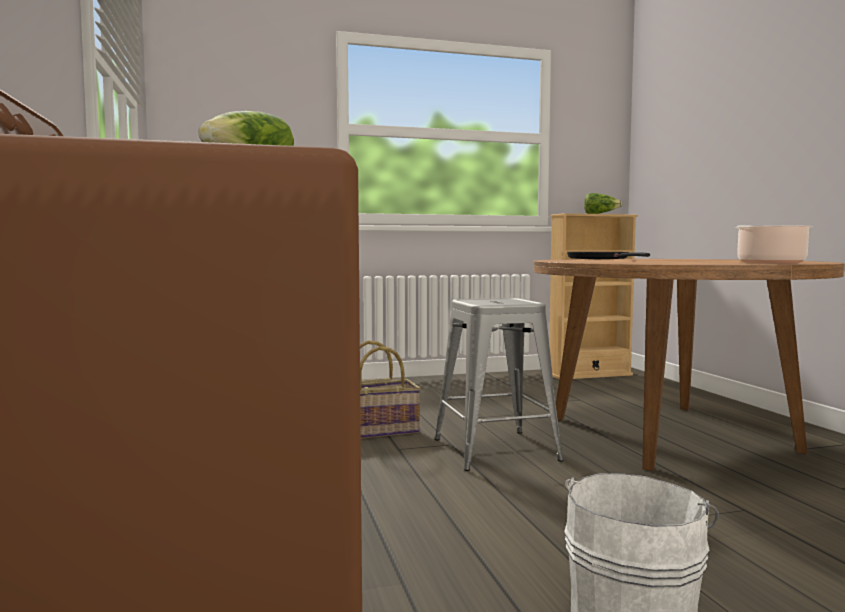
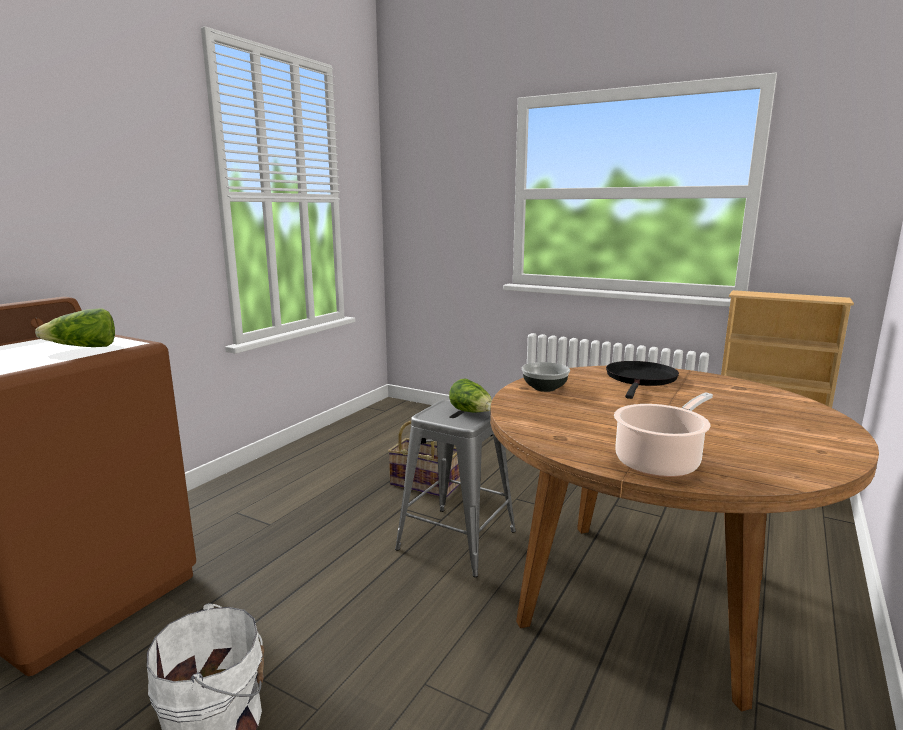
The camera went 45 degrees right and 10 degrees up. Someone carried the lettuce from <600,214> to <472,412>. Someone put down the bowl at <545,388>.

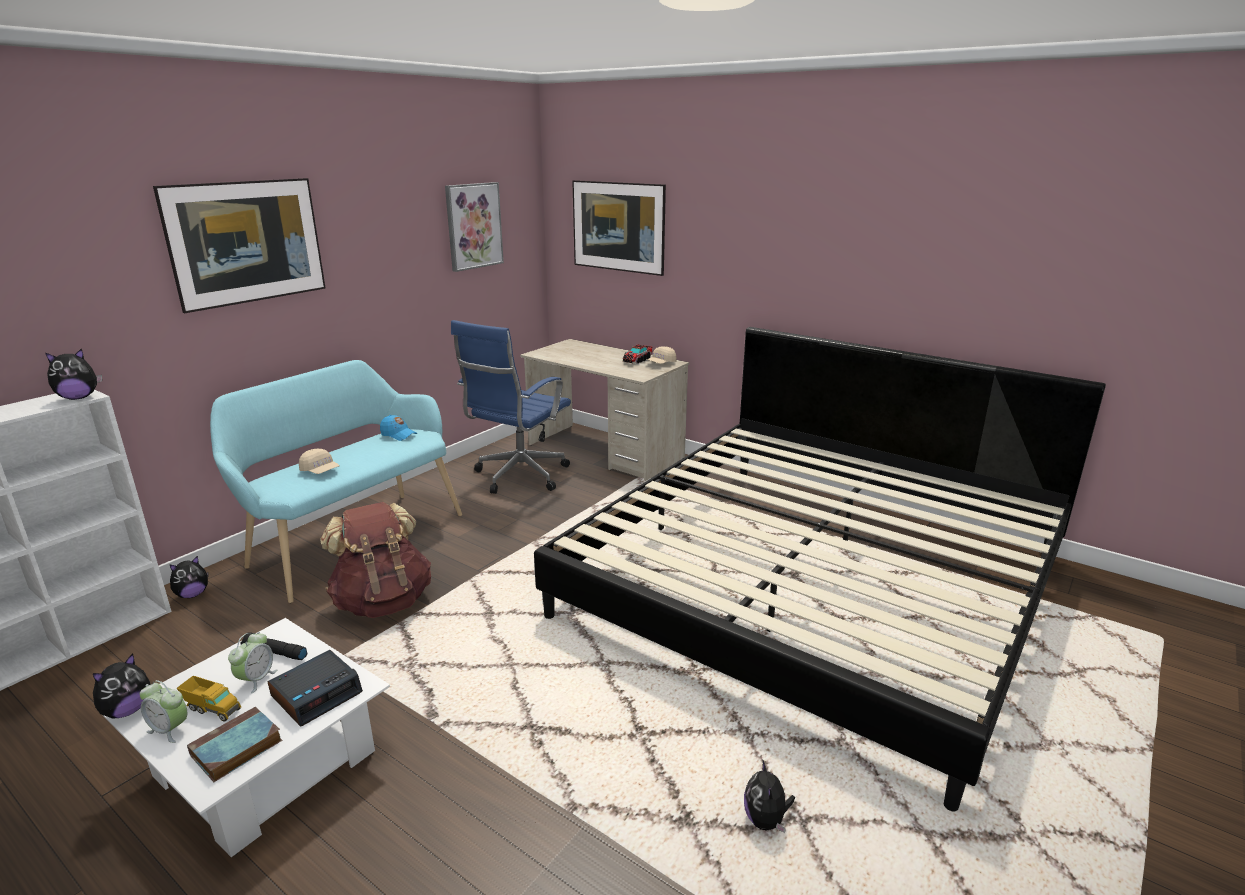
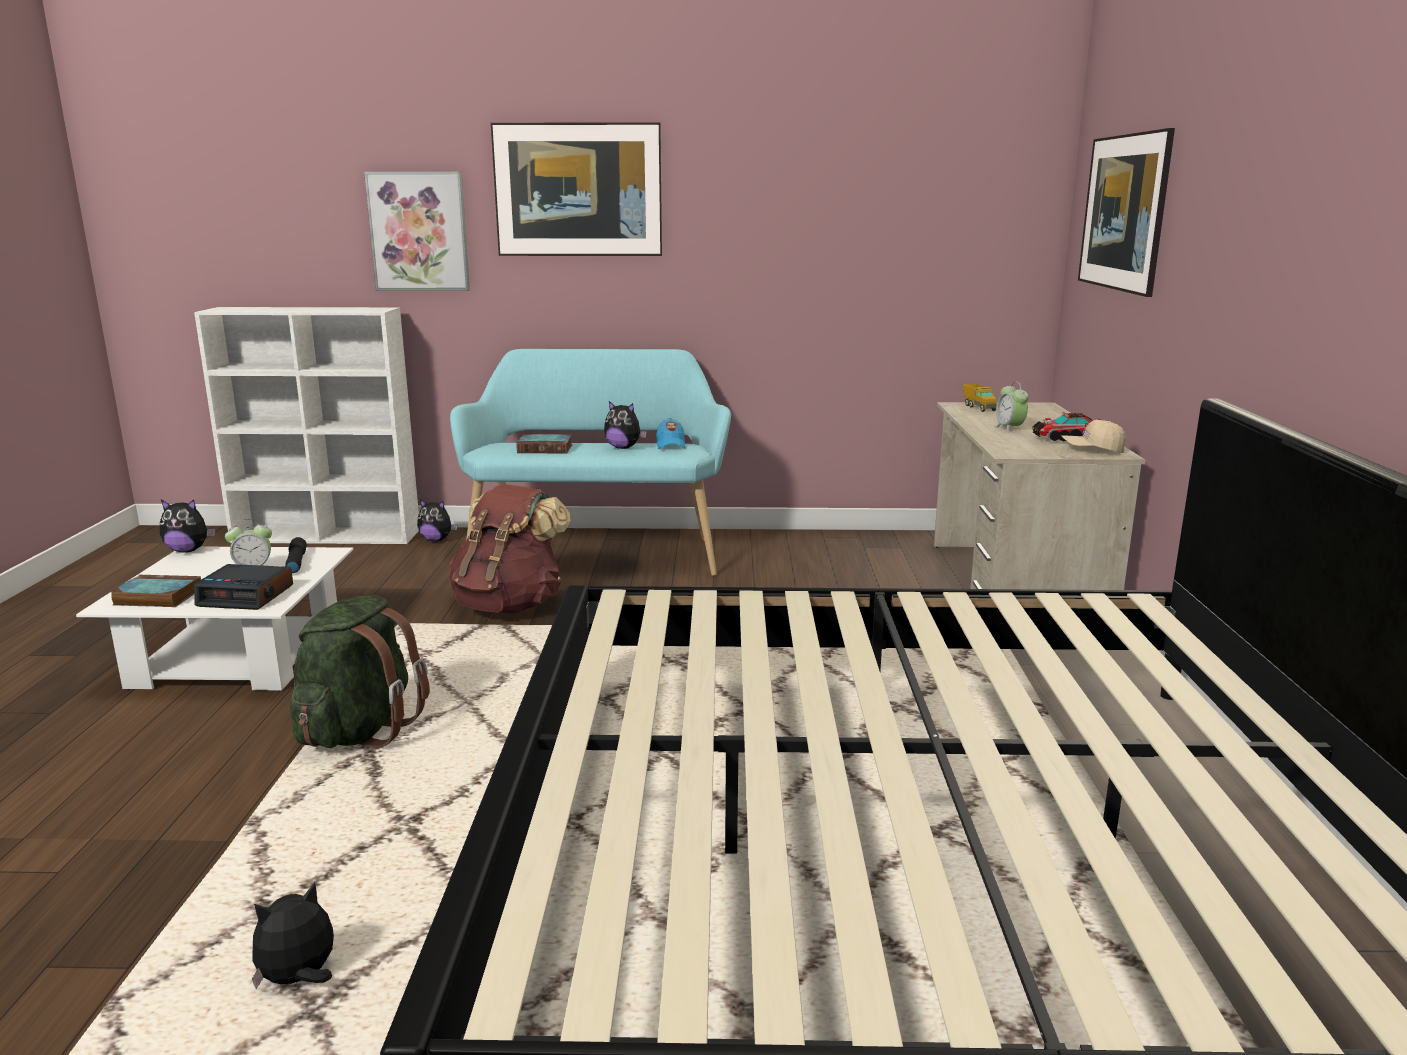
The camera went 55 degrees right and 5 degrees down. Someone carried the picture from <473,226> to <419,232>. Someone took away the blue office chair at <518,477>. Someone carried the plush toy from <79,398> to <624,448>. Someone swapped the beige cap at <320,471> for the book at <546,448>. Someone carried the toy truck from <212,709> to <978,407>. Someone carried the alarm clock from <170,729> to <1009,429>. Someone put down the green backpack at <360,730>.

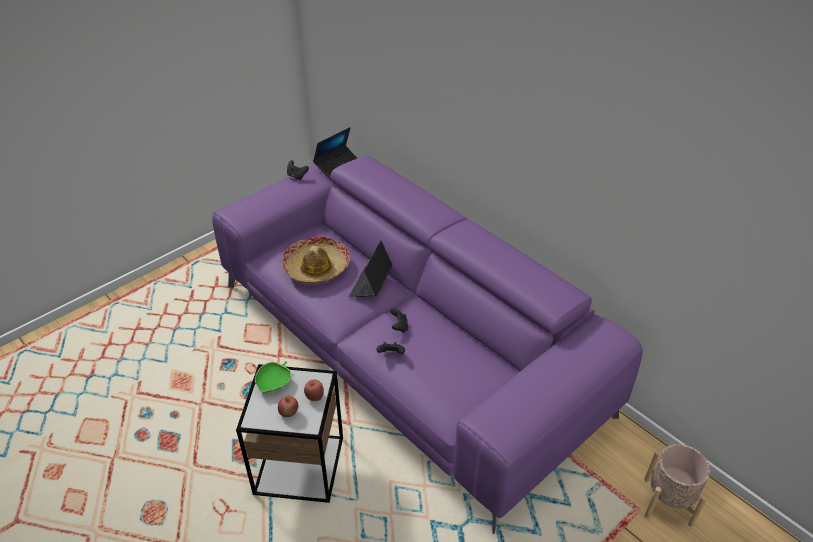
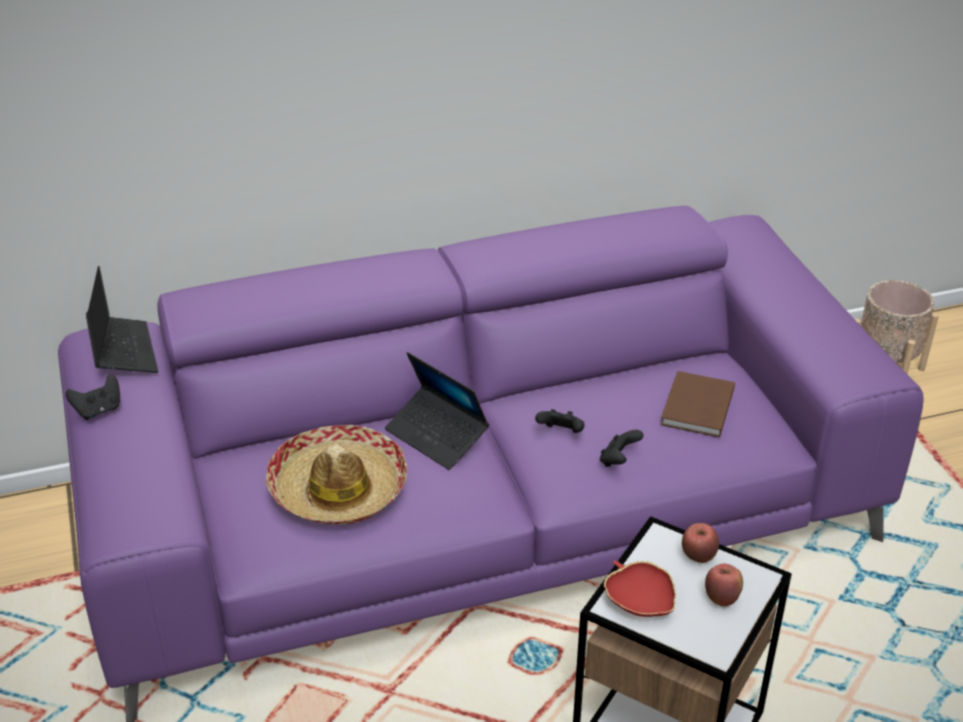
The camera went 65 degrees left and 5 degrees down. Someone repainted the green bowl at <274,382>, which became the red bowl at <639,601>. Someone put down the brown book at <695,408>.

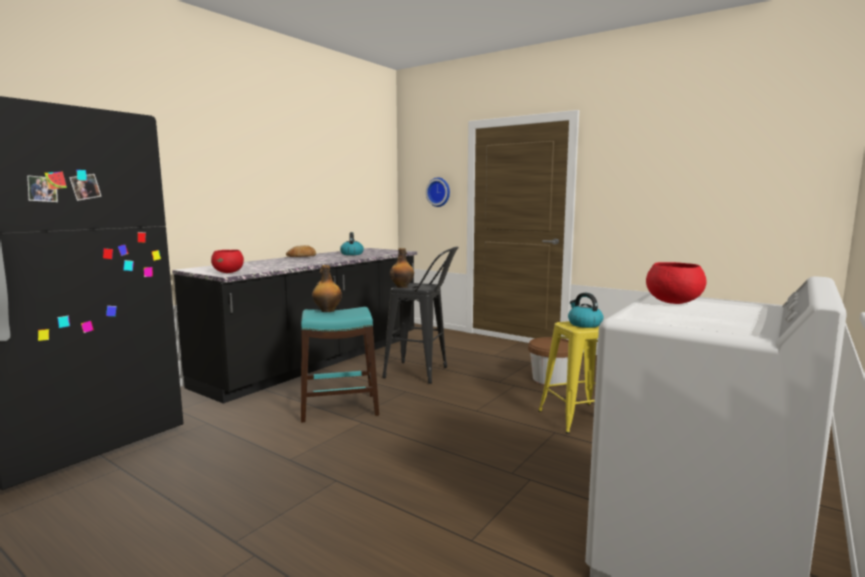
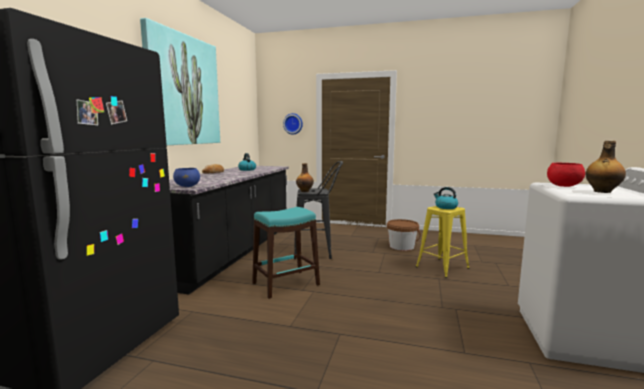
The camera went 20 degrees left and 0 degrees up. Someone repainted the red bowl at <228,272>, which became the blue bowl at <187,186>. Someone carried the bottle from <327,311> to <602,191>. Someone put up the picture at <183,90>.

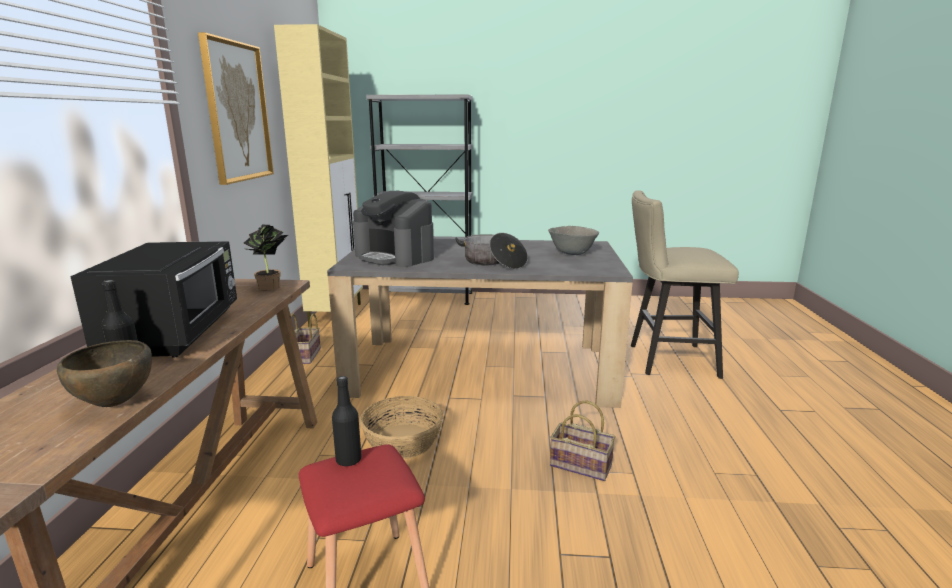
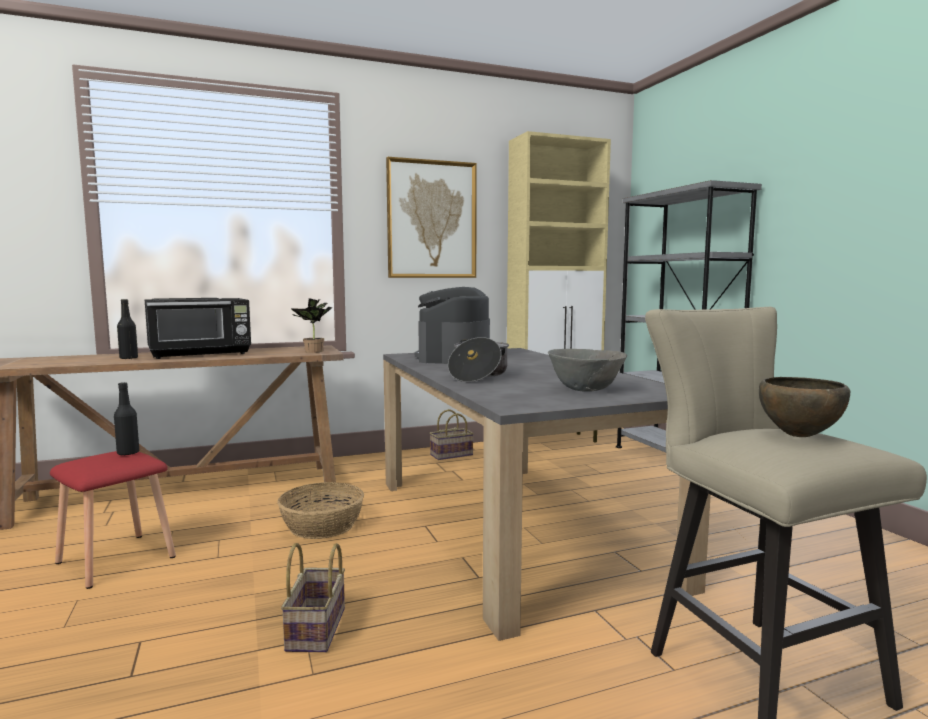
The camera went 65 degrees right and 10 degrees down. Someone carried the brown bowl from <115,403> to <799,436>.

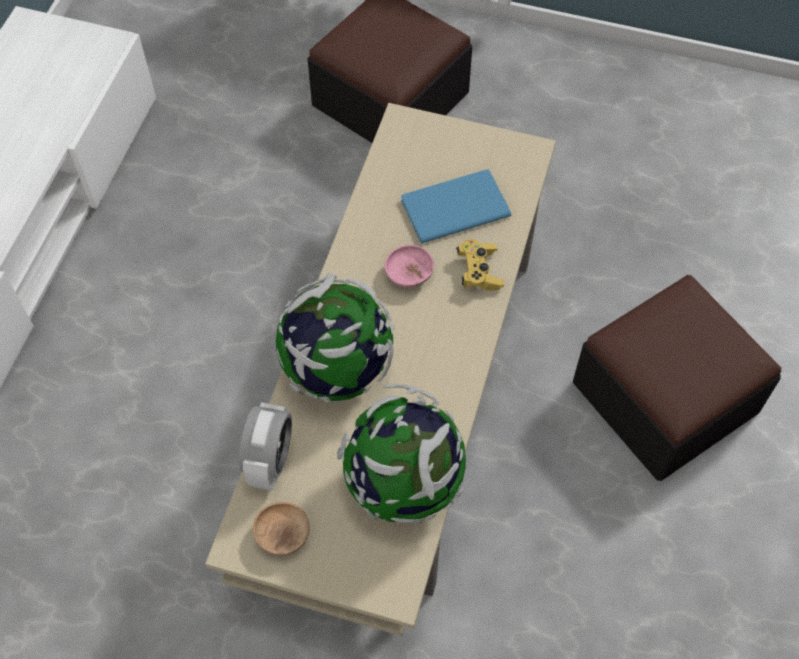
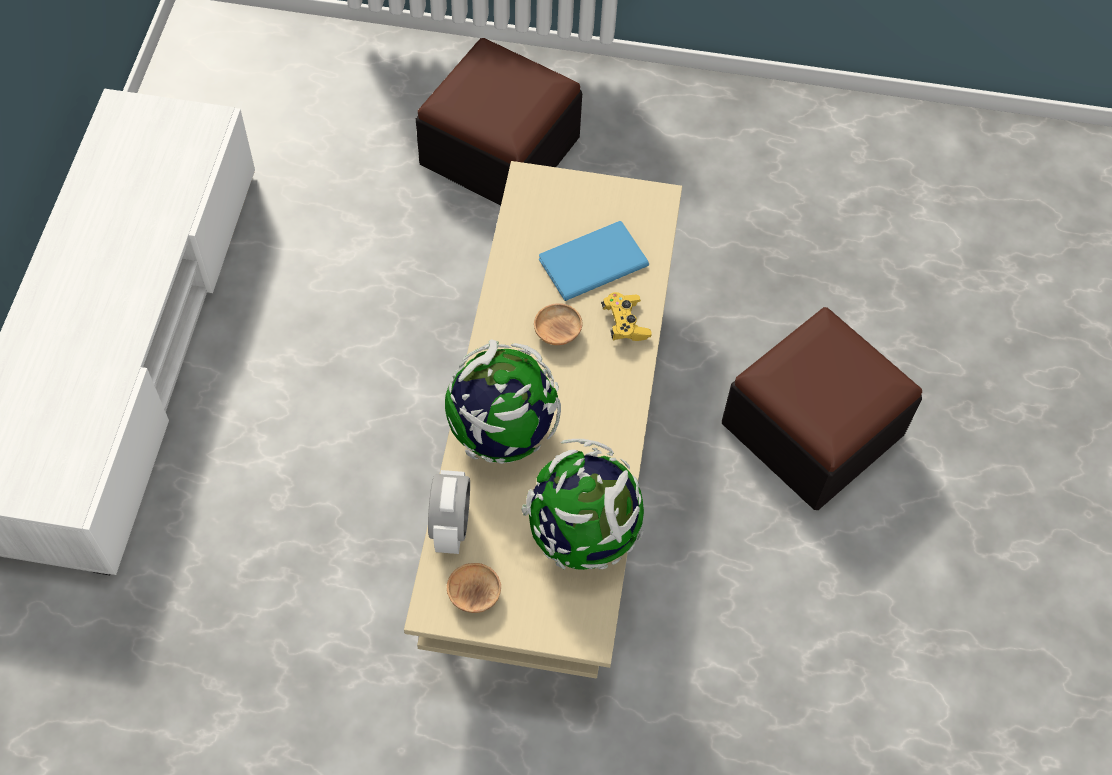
The camera went 10 degrees left and 0 degrees up. Someone repainted the pink bowl at <409,274>, which became the brown bowl at <557,332>.

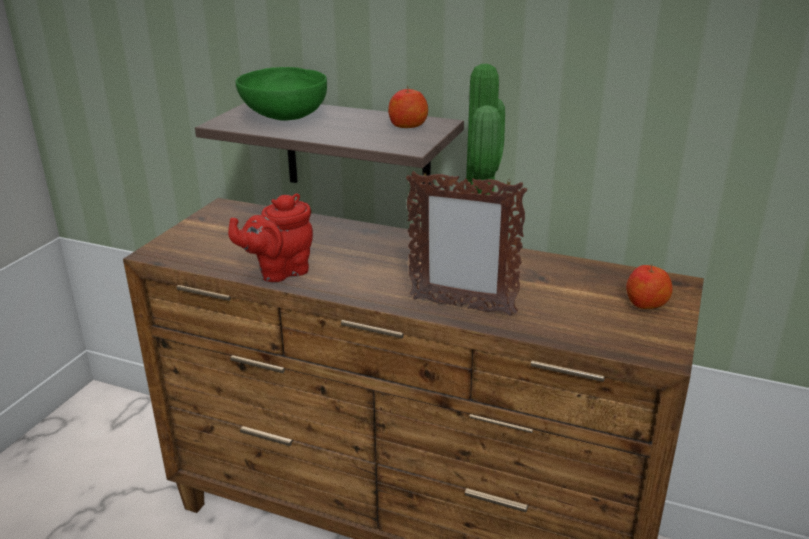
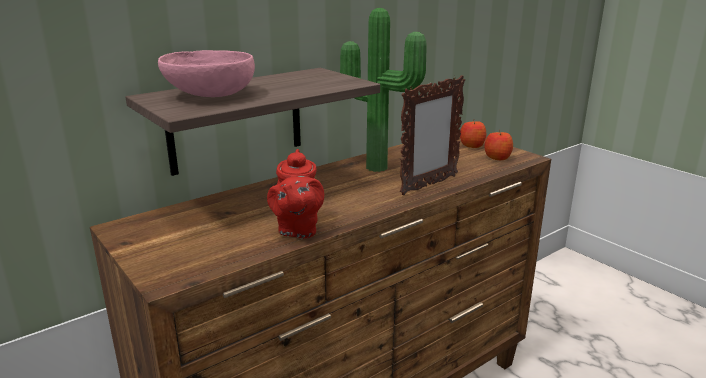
The camera went 60 degrees left and 5 degrees down. Someone repainted the green bowl at <284,116>, which became the pink bowl at <209,95>. Someone carried the apple from <407,125> to <497,158>.

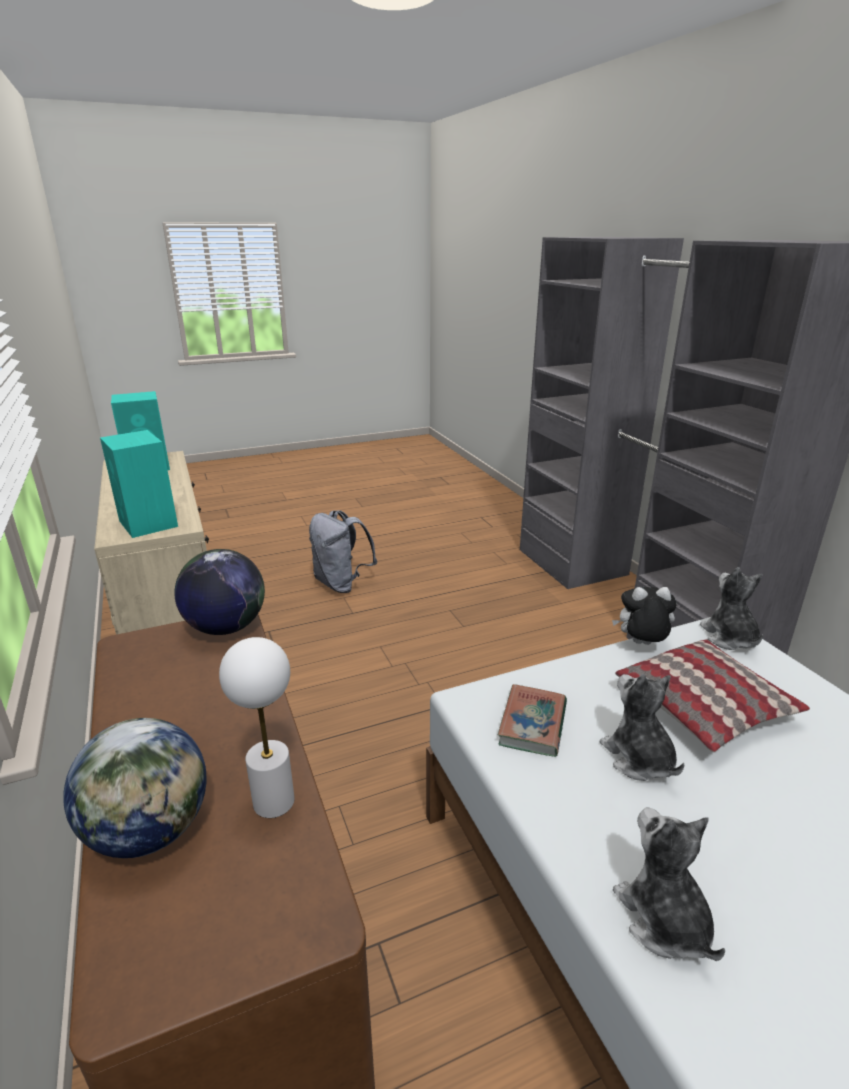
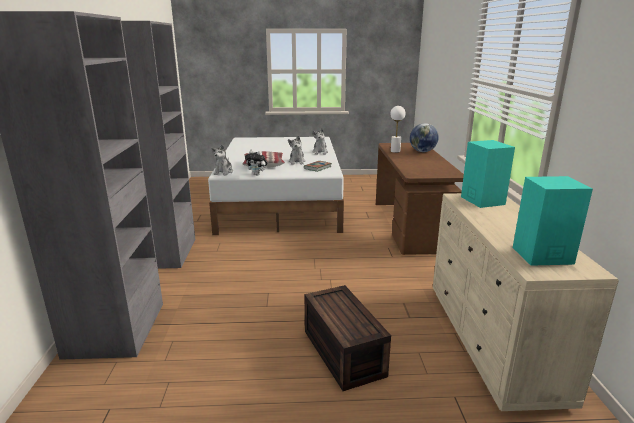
The camera went 160 degrees left and 5 degrees down. Someone swapped the grey backpack at <341,584> for the brown storage box at <341,352>. Someone took away the globe at <226,627>.

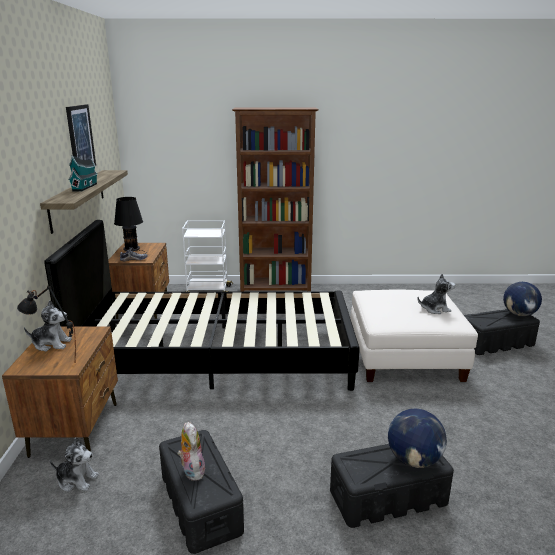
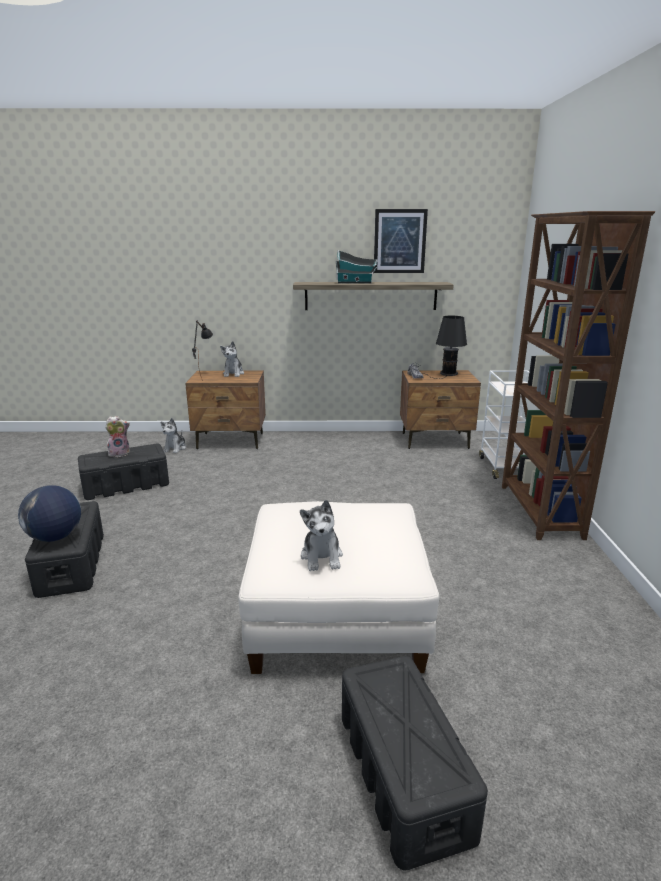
The camera went 90 degrees right and 0 degrees up. Someone took away the black bed at <218,356>. Someone took away the globe at <519,314>.

